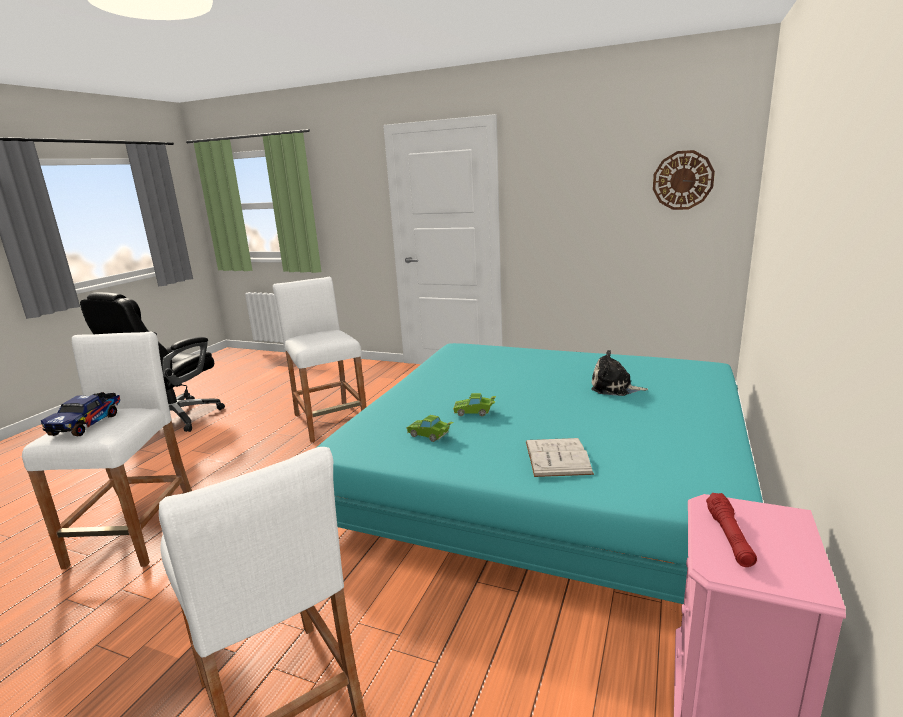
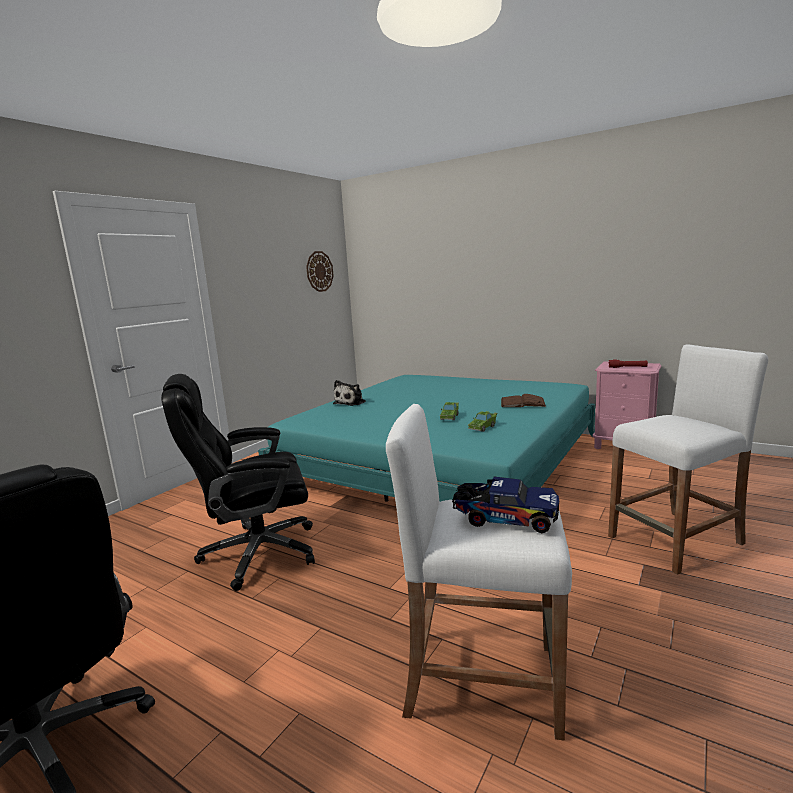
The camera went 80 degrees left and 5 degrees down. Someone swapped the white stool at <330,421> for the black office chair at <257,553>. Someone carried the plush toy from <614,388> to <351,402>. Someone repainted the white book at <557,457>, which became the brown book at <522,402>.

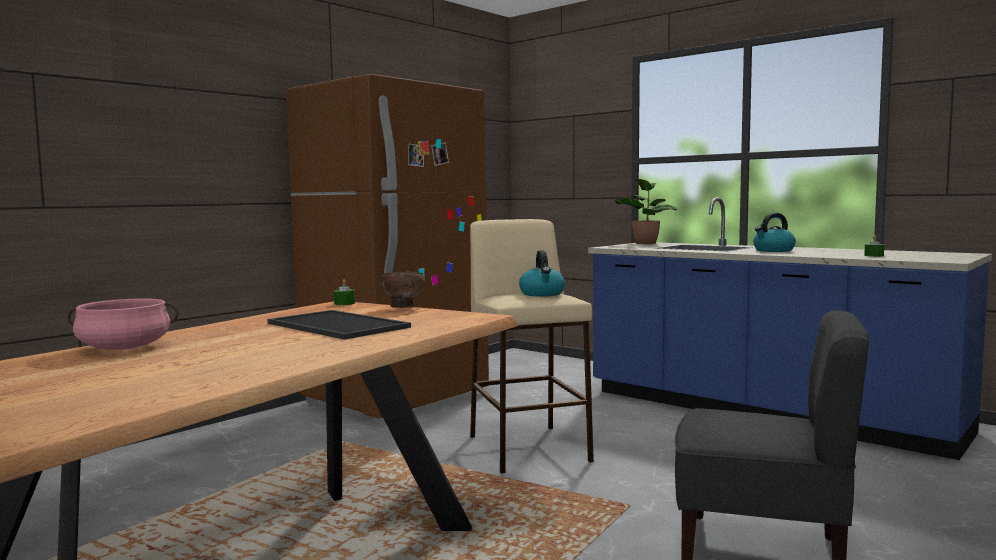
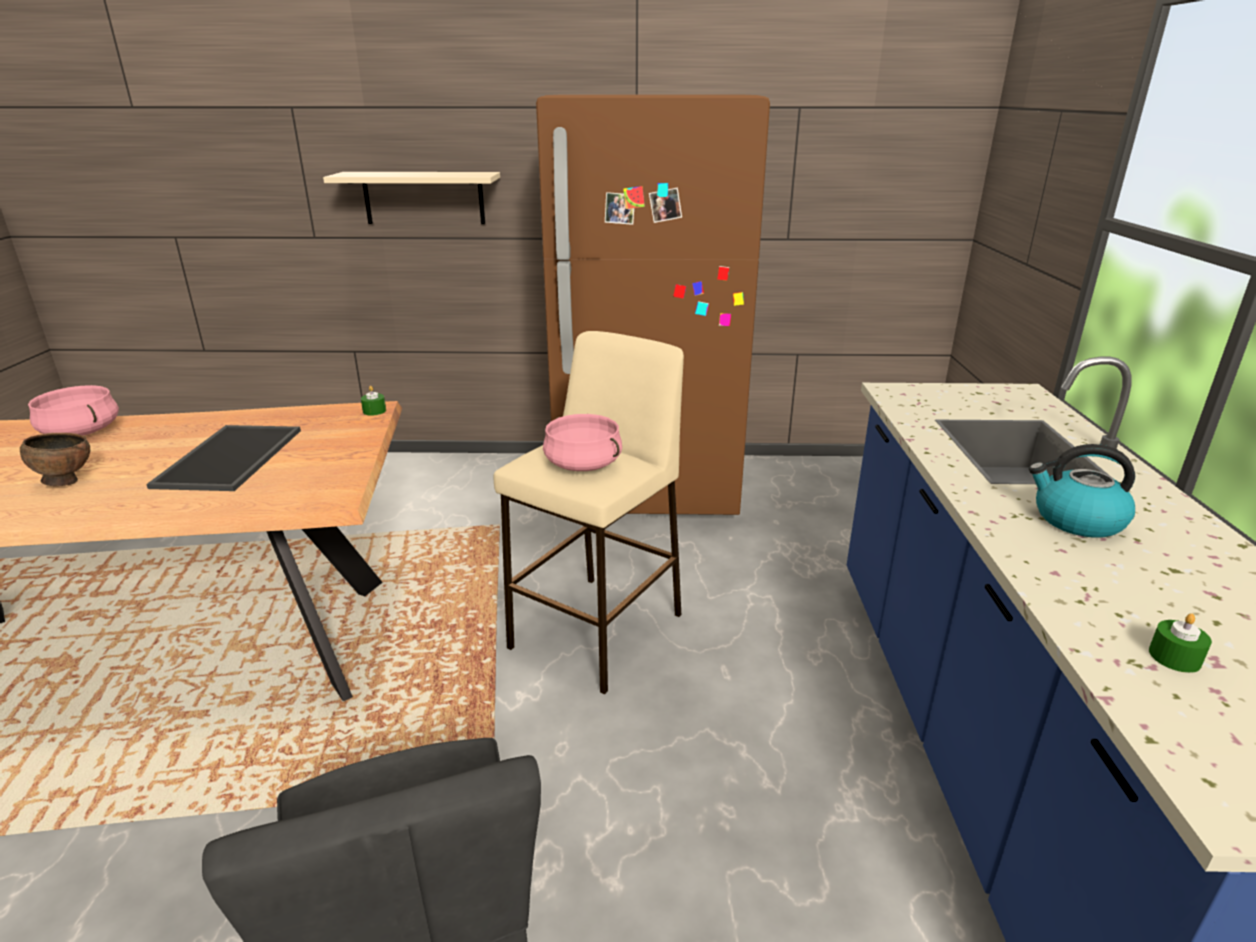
The camera went 50 degrees right and 20 degrees up. Someone took away the potted plant at <646,243>. Someone swapped the kettle at <542,294> for the pink cooking pot at <584,464>. Someone carried the brown bowl from <402,308> to <66,481>. Someone put up the beige shelf at <424,198>.

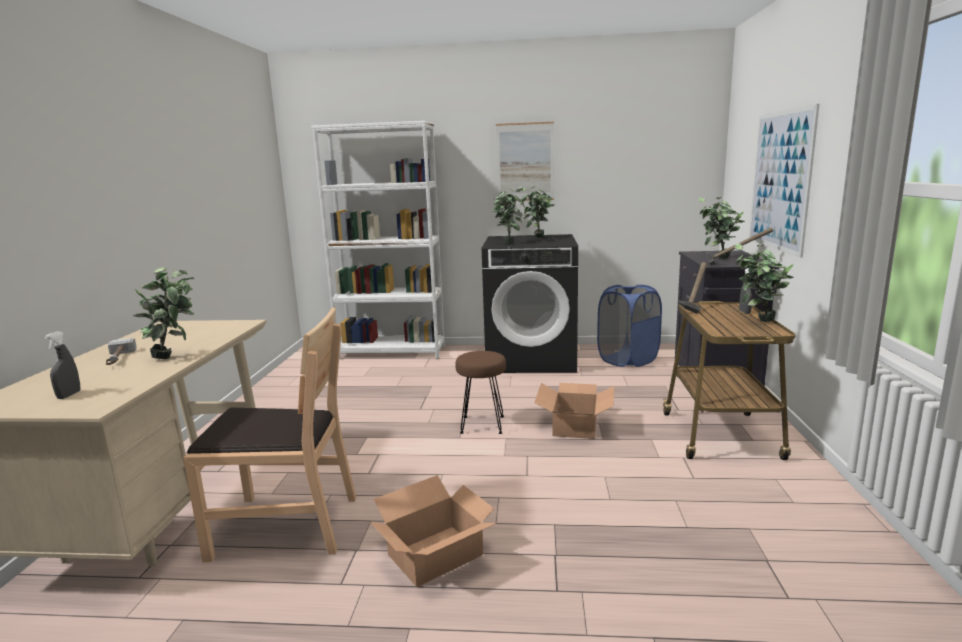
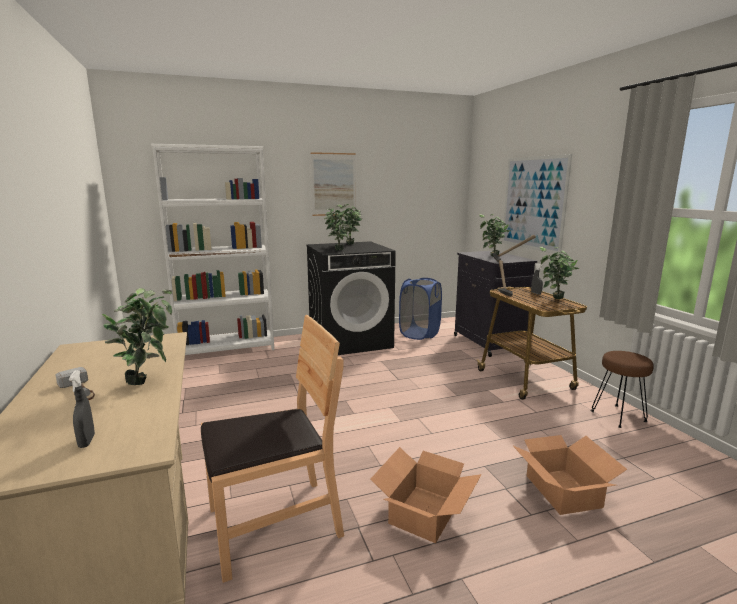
The camera went 25 degrees left and 0 degrees up. Someone carried the brown stool from <483,425> to <618,416>. Someone carried the cardboard box from <576,425> to <563,490>.

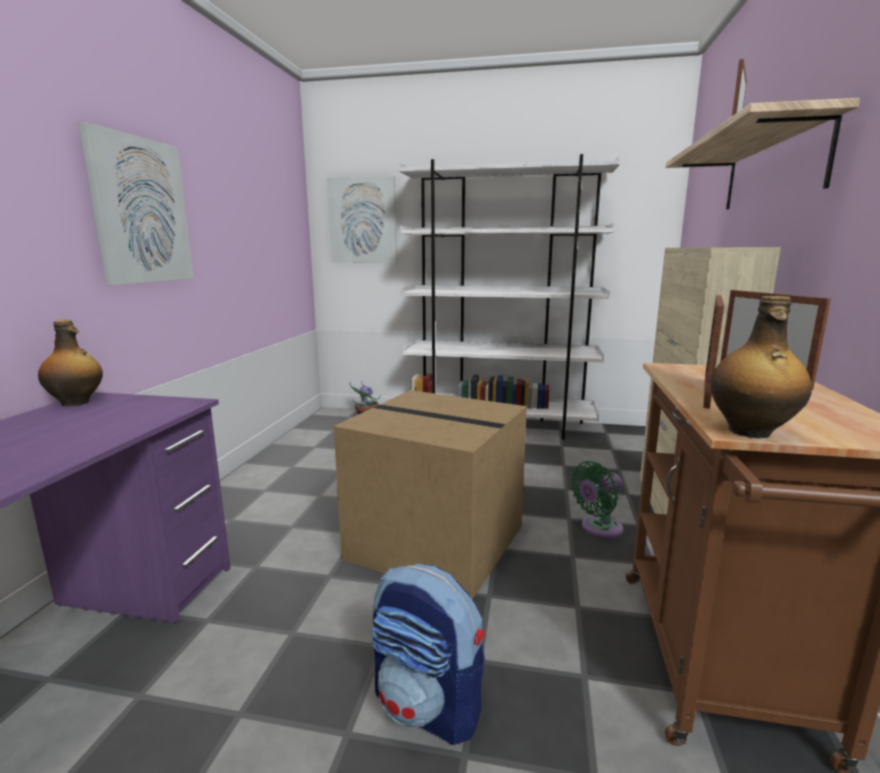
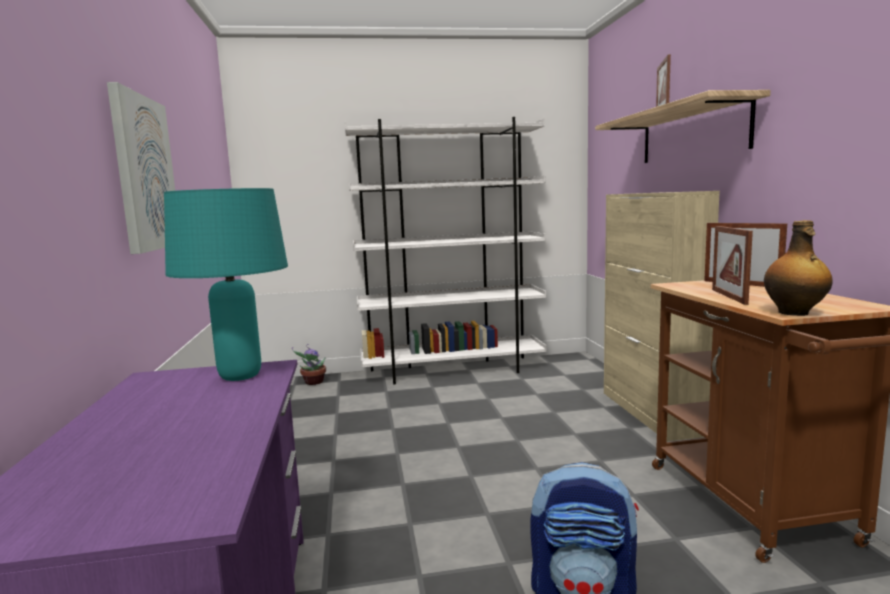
The camera went 20 degrees left and 5 degrees down. Someone took away the picture at <363,221>. Someone took away the bottle at <76,403>. Someone took away the cardboard box at <439,541>. Someone took away the green fan at <598,528>. Someone put down the turquoise table lamp at <239,376>.

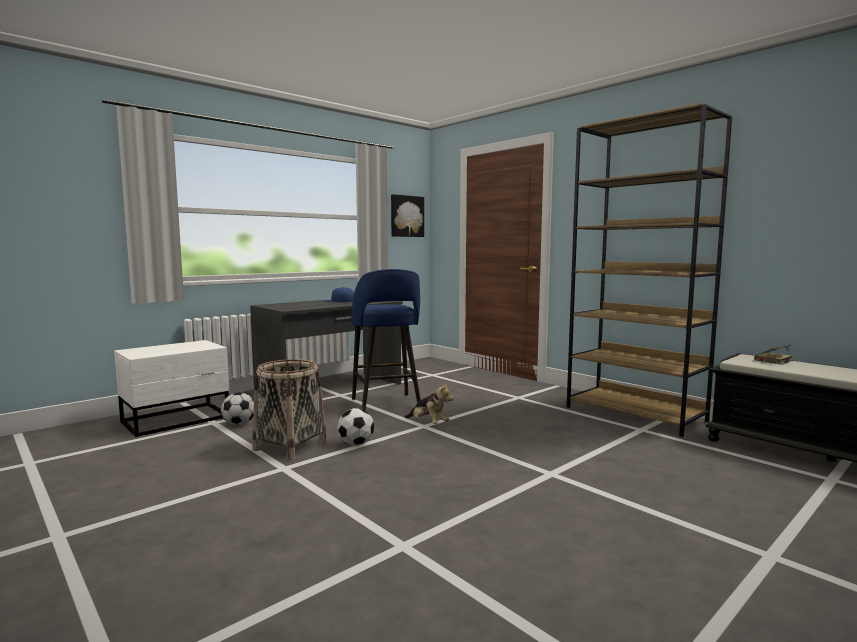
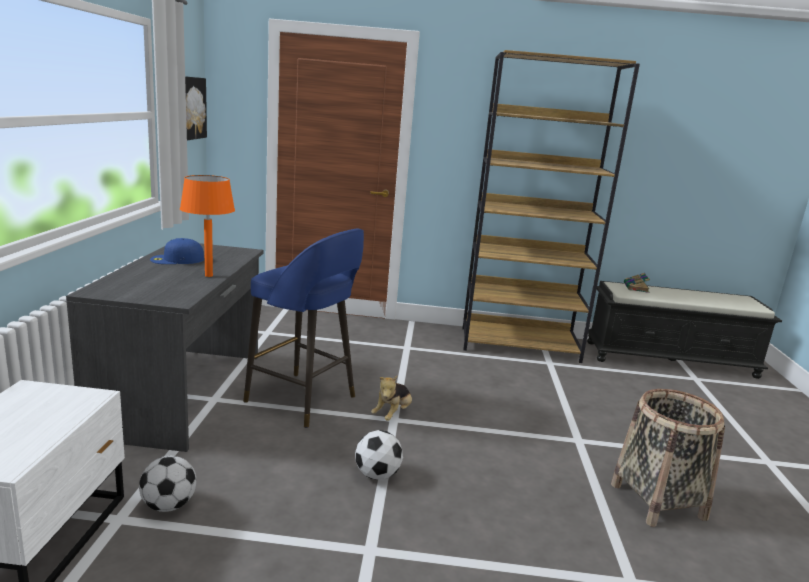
The camera went 45 degrees left and 10 degrees up. Someone carried the basket from <290,446> to <658,501>. Someone rotated the plush toy at <428,424> by 120 degrees clockwise. Someone put down the orange table lamp at <208,275>.

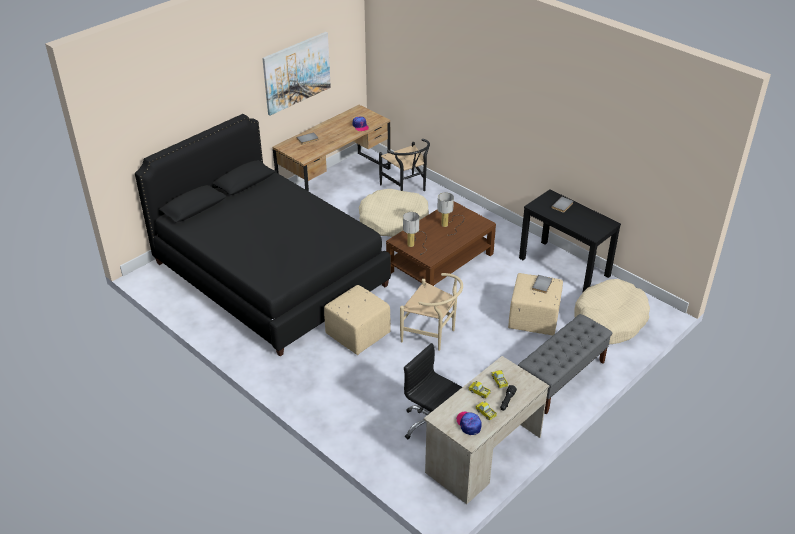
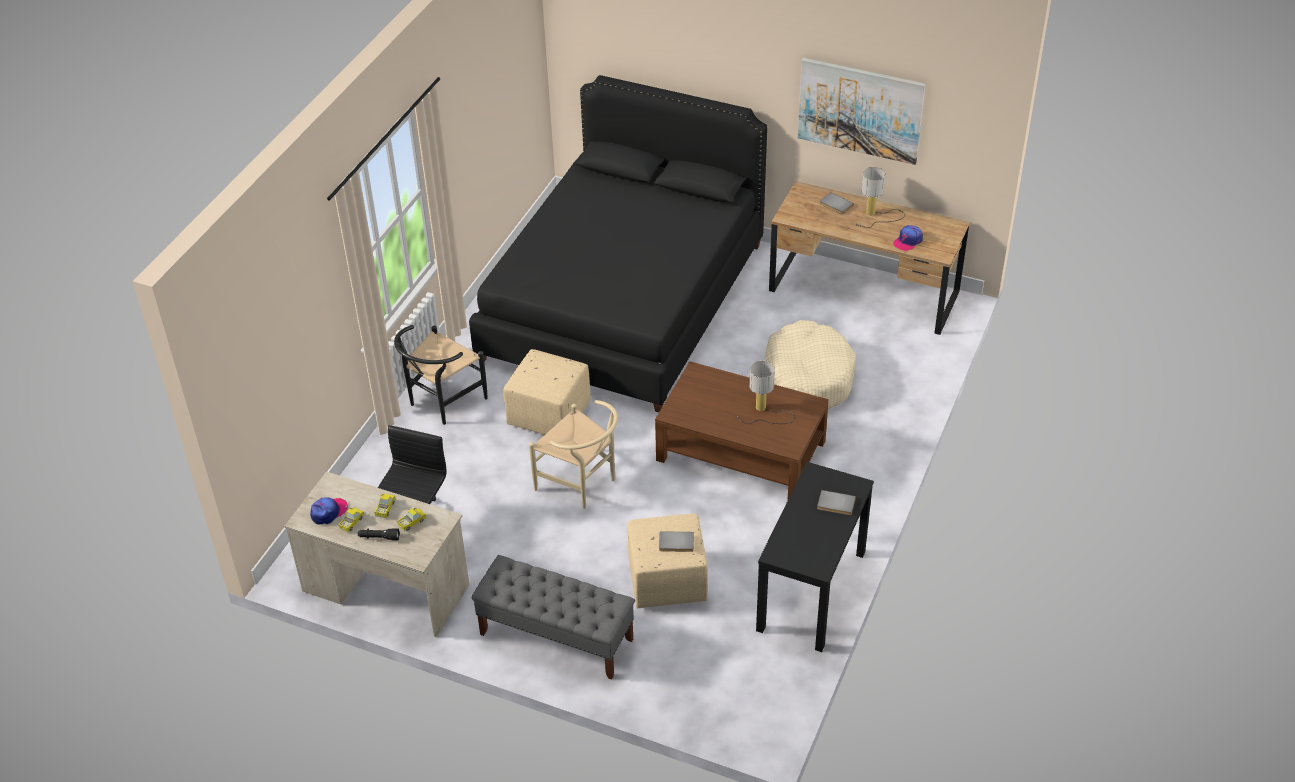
The camera went 70 degrees right and 5 degrees up. Someone carried the black chair from <406,188> to <442,402>. Someone carried the table lamp from <415,243> to <875,215>. Someone rotated the beige chair at <432,335> by 60 degrees counterclockwise. Someone took away the beige dog bed at <609,320>.

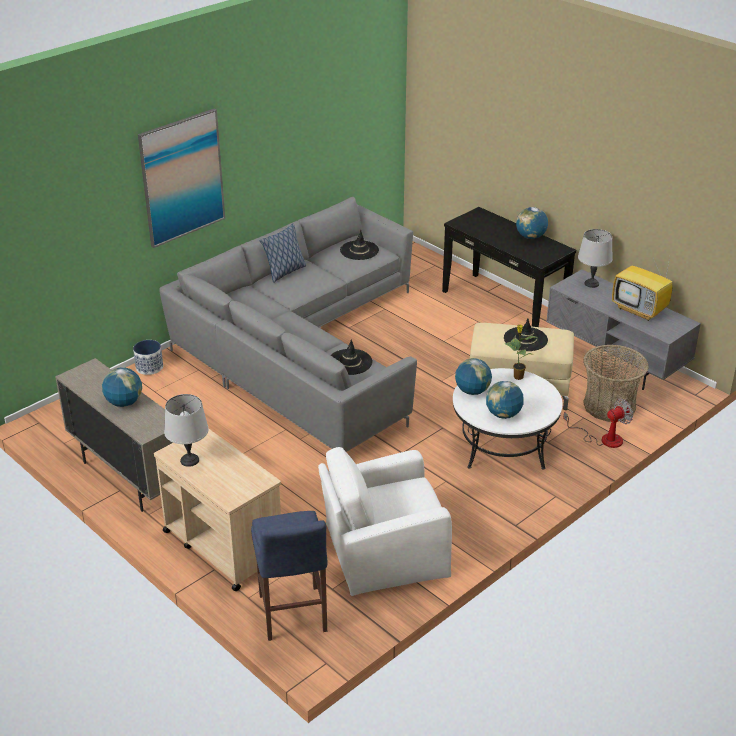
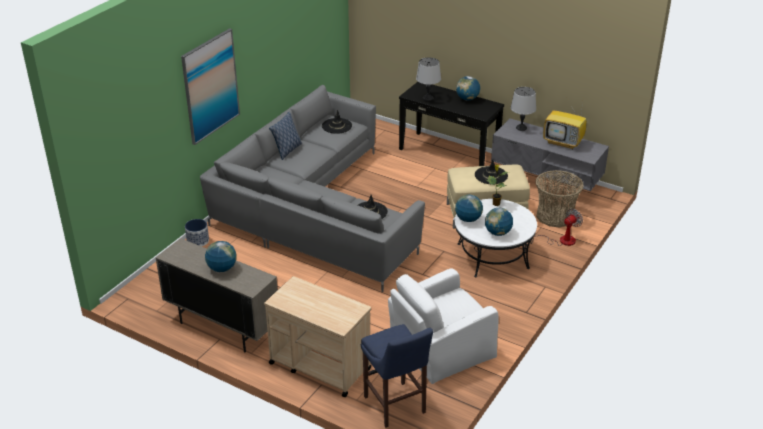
The camera went 15 degrees left and 0 degrees up. Someone carried the grey table lamp from <189,460> to <427,98>.

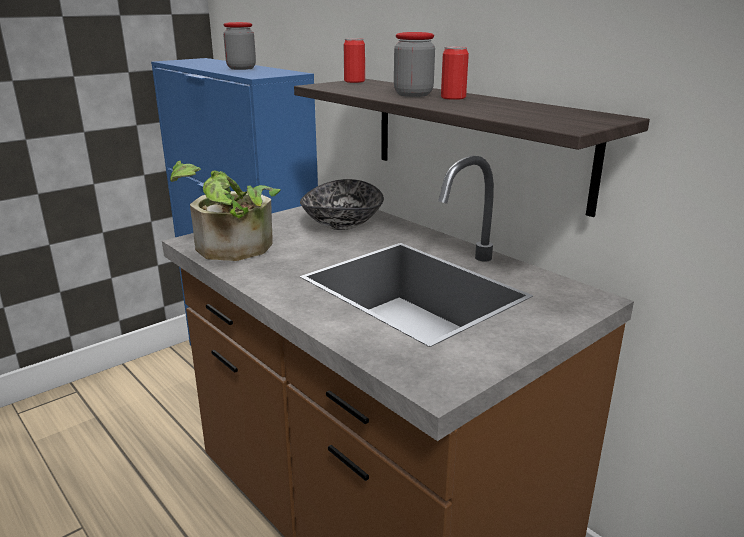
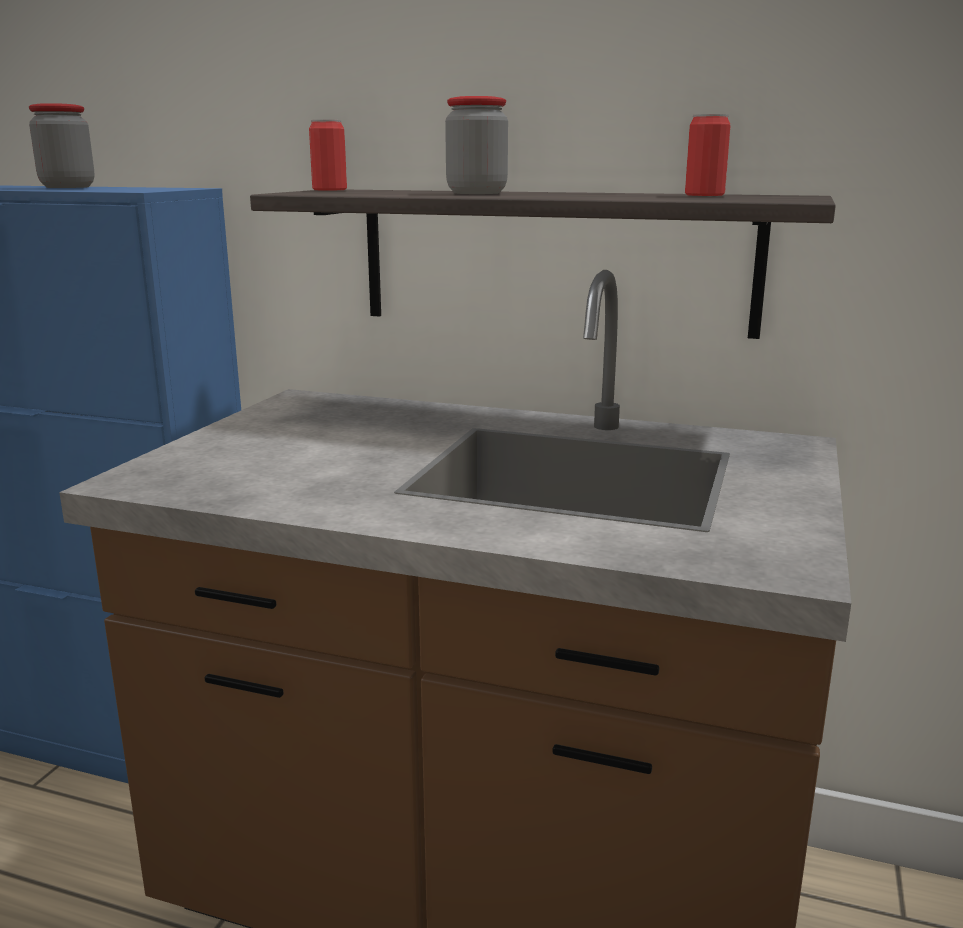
The camera went 30 degrees left and 5 degrees down. Someone carried the can from <453,97> to <704,195>. Someone took away the potted plant at <231,251>. Someone took away the bowl at <341,224>.

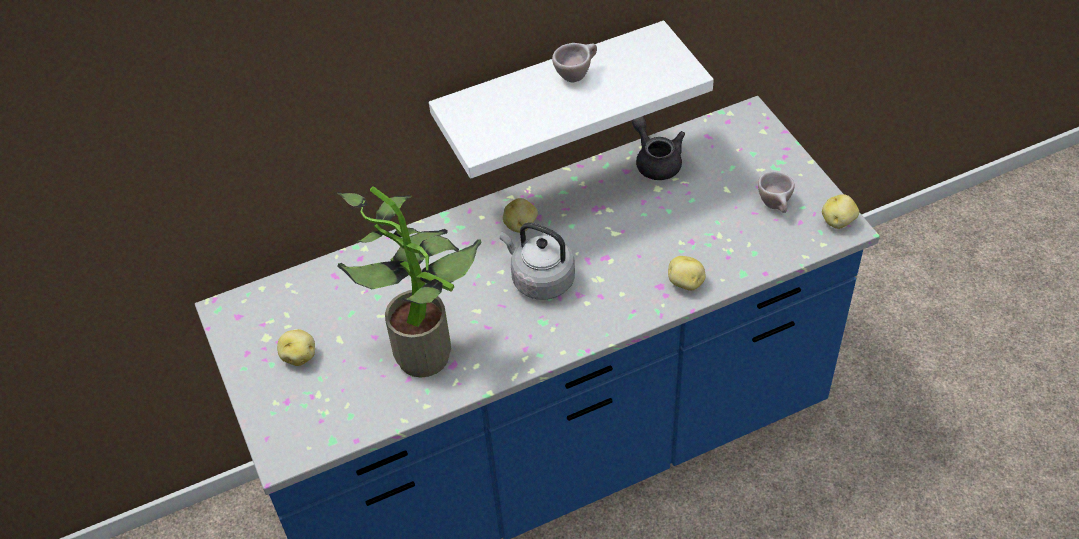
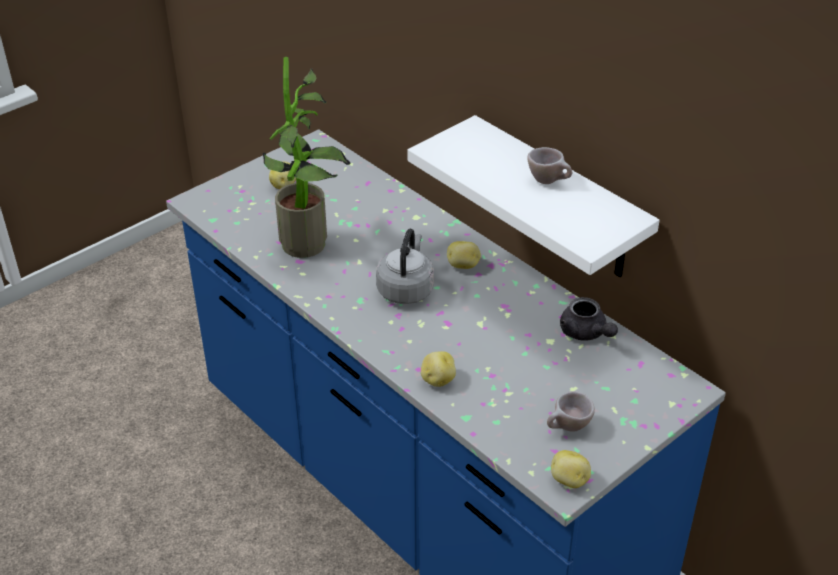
The camera went 70 degrees right and 10 degrees down. Someone rotated the grey teapot at <656,161> by 105 degrees clockwise.

